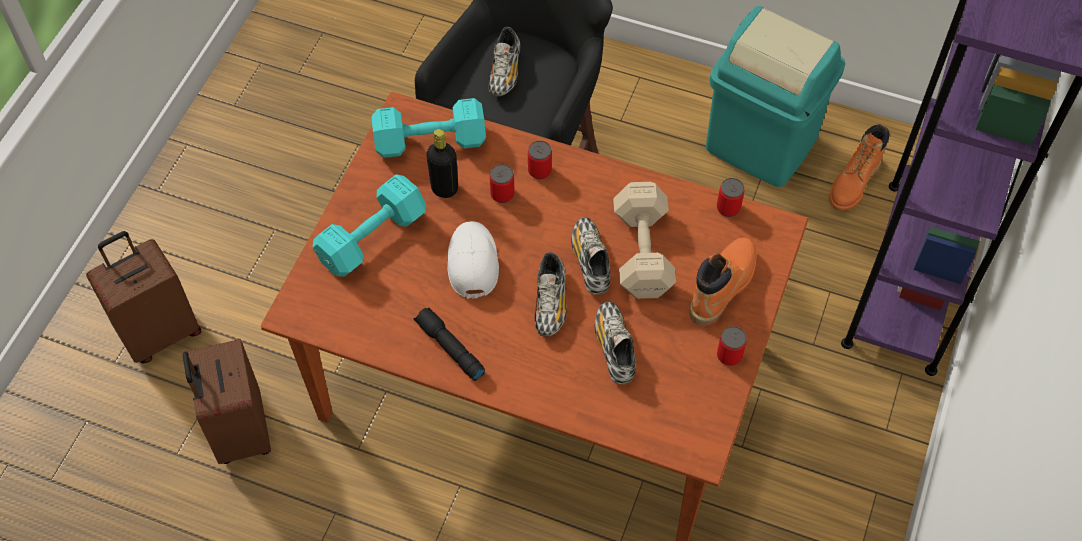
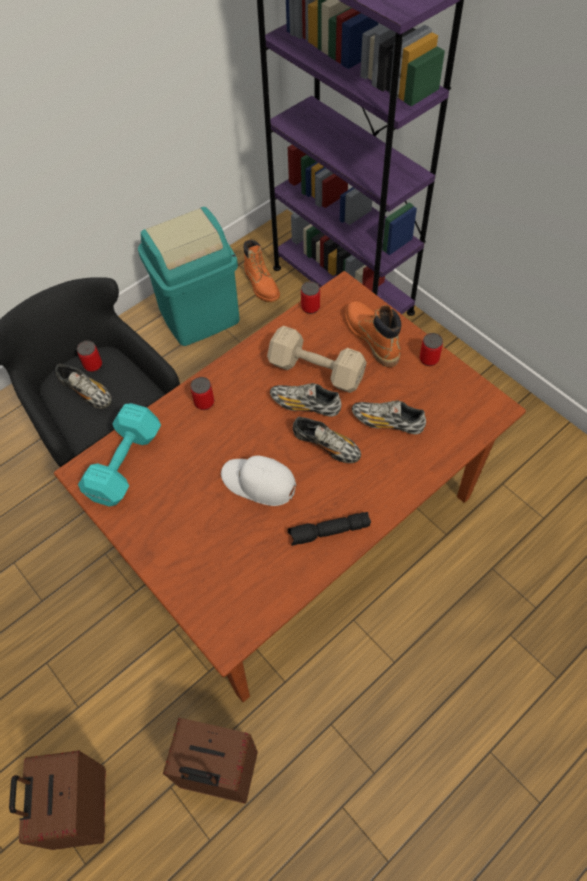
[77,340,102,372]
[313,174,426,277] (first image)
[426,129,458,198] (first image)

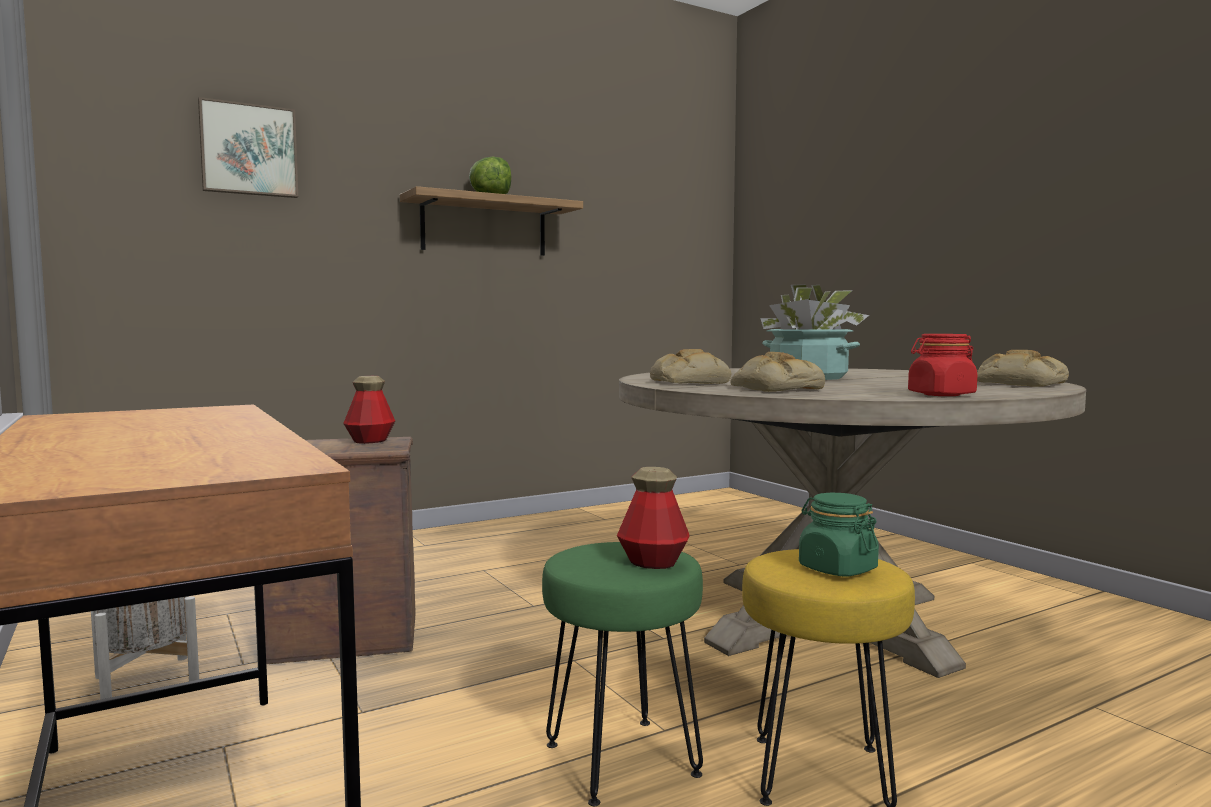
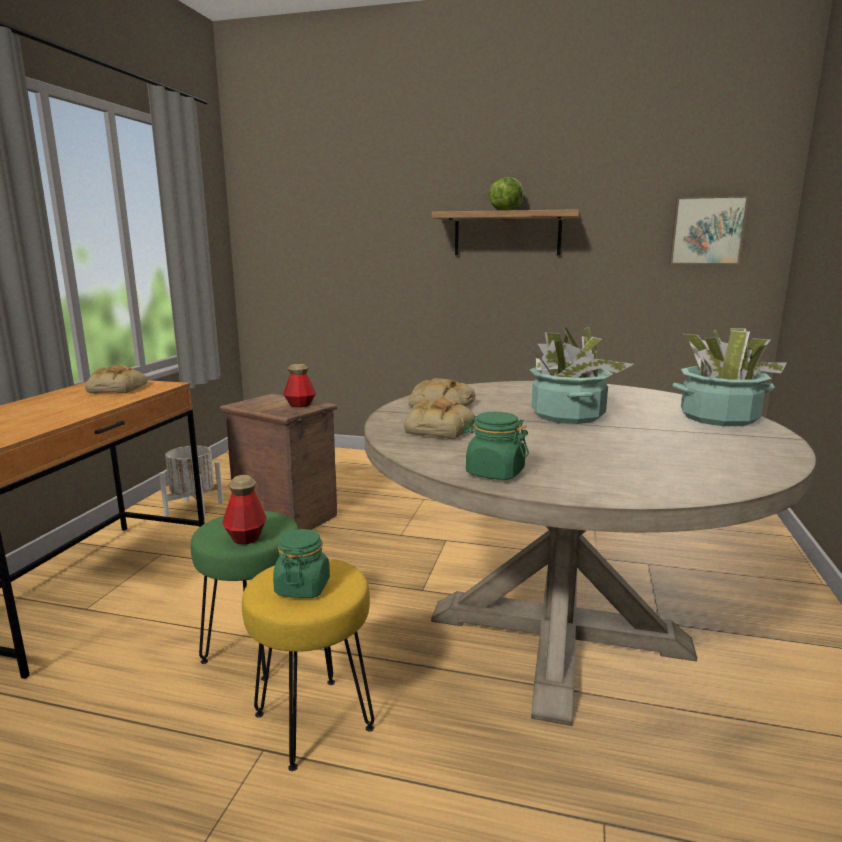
[85,365,148,393]
[464,412,529,480]
[669,196,749,265]
[672,328,787,426]

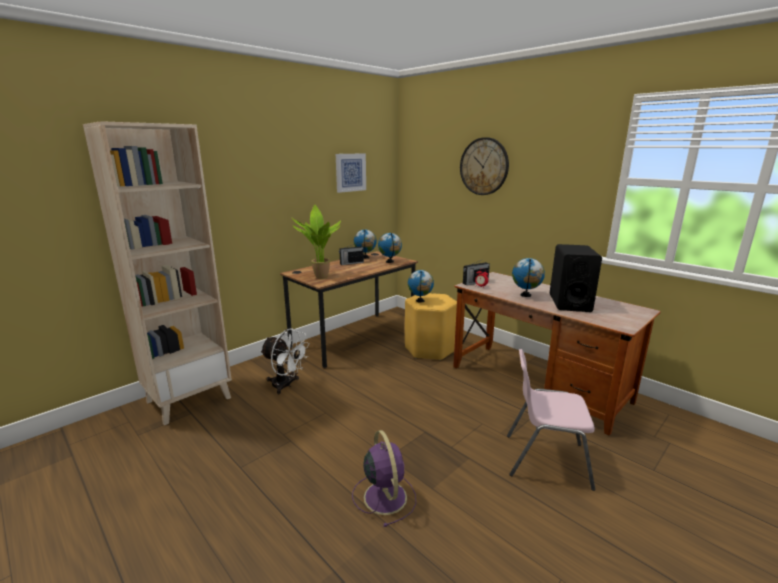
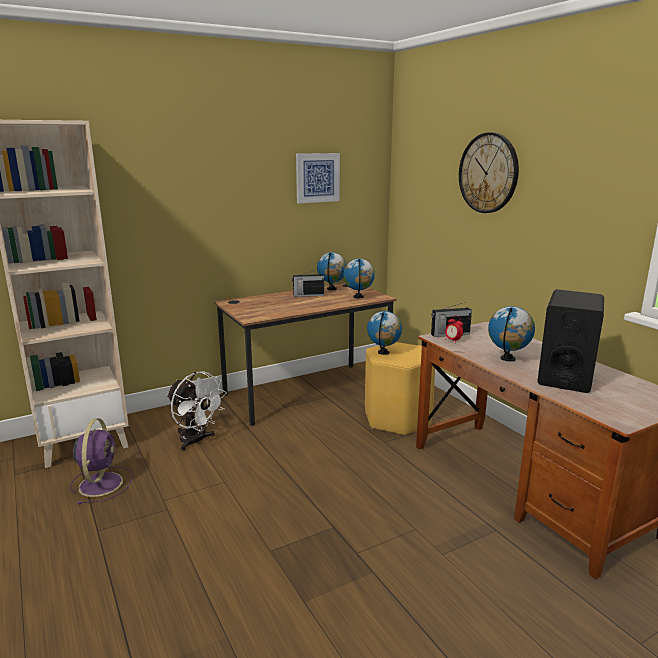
[70,418,133,504]
[291,205,341,279] (first image)
[507,349,595,491] (first image)

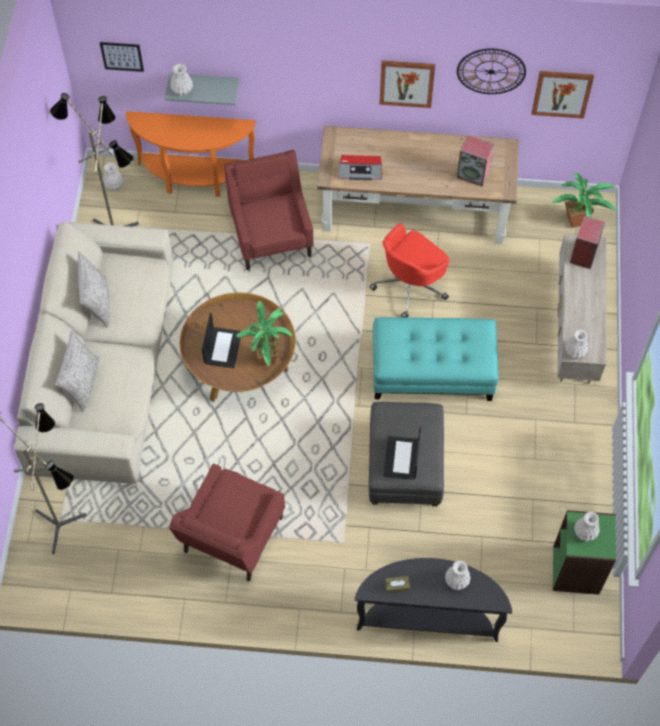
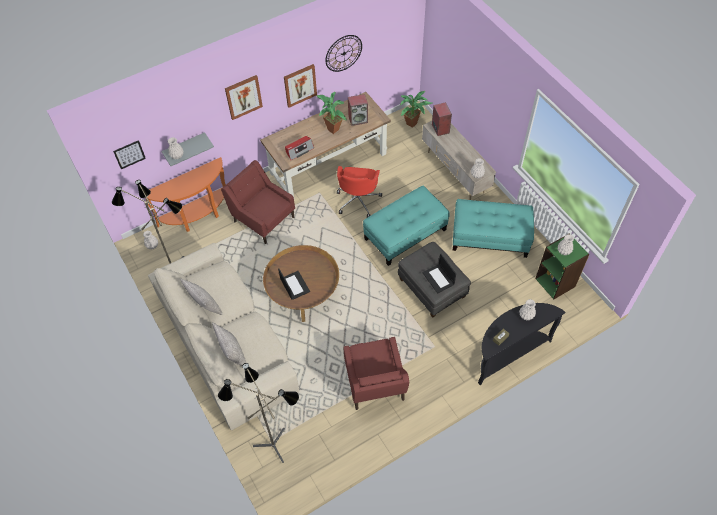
[225,75,263,120]
[316,92,347,134]
[453,199,534,258]

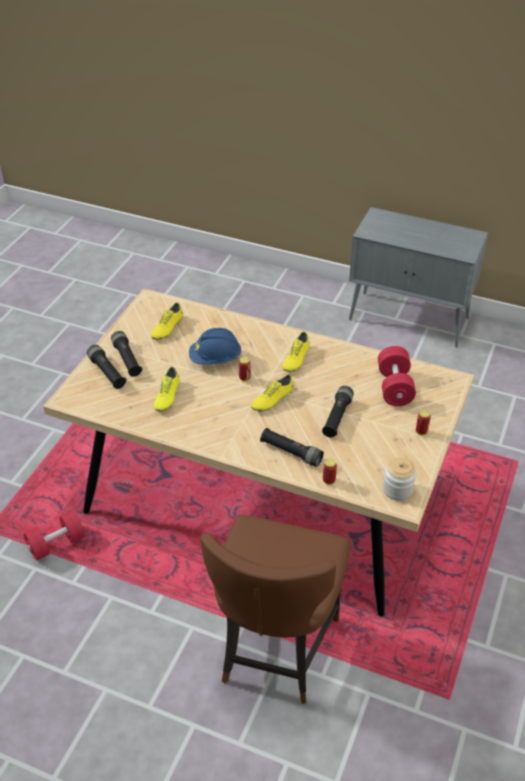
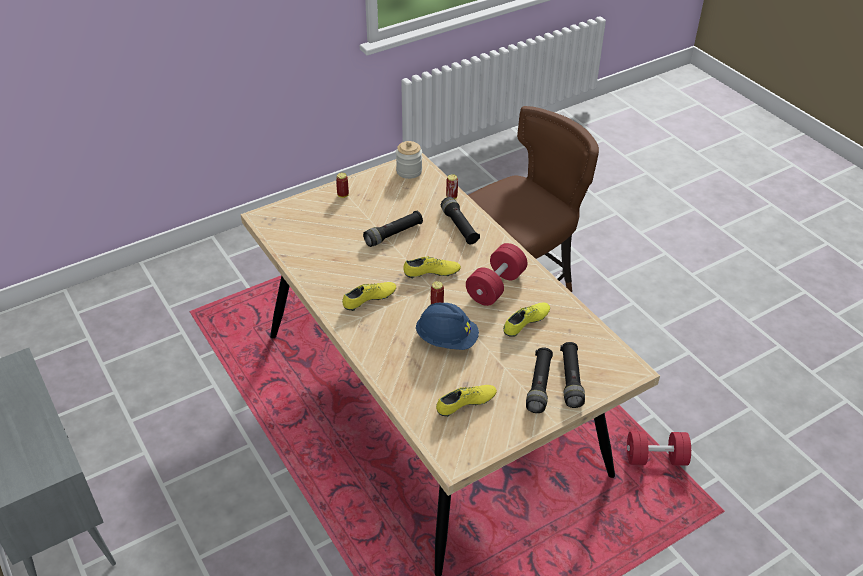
[466,243,528,306]

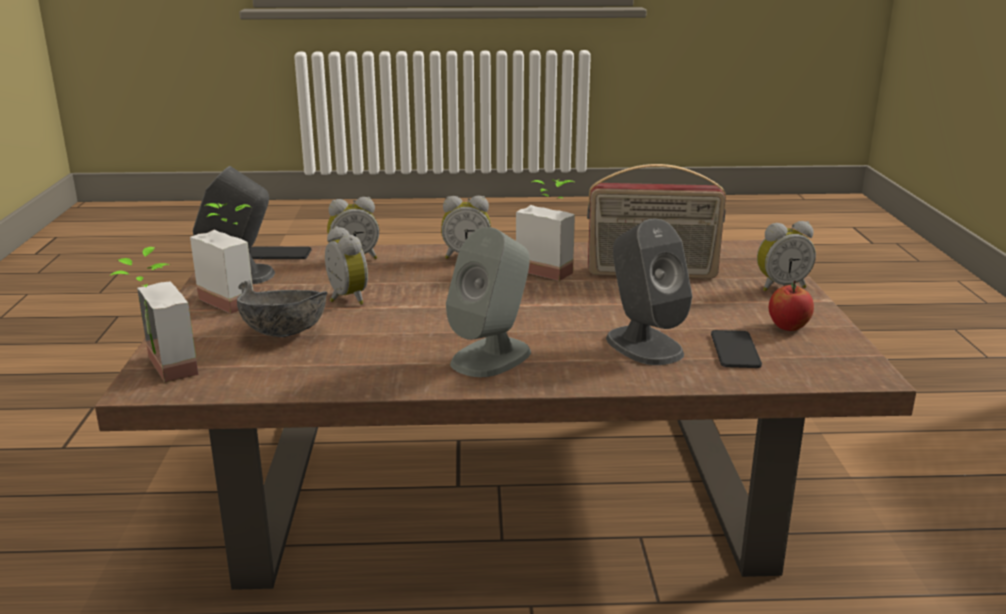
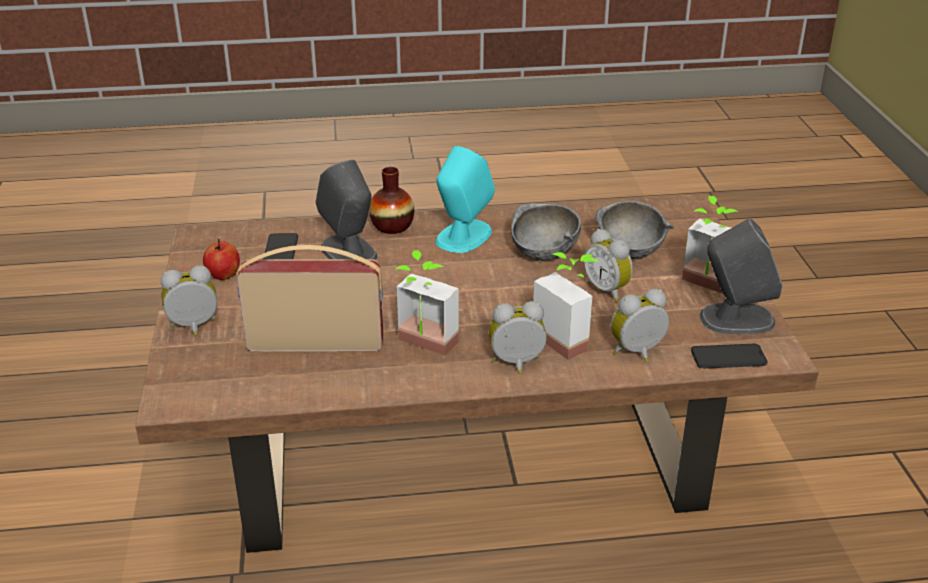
[369,167,414,234]
[435,146,495,253]
[511,203,581,261]
[533,252,598,360]

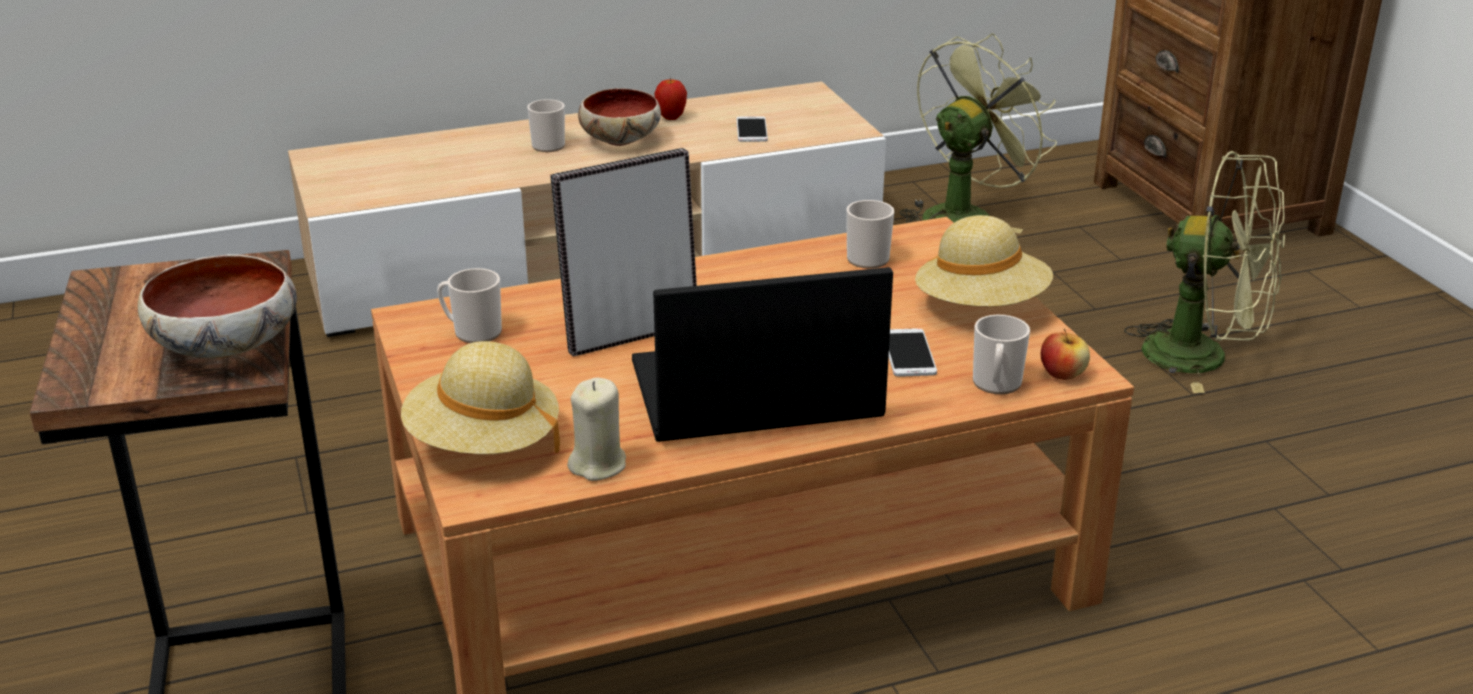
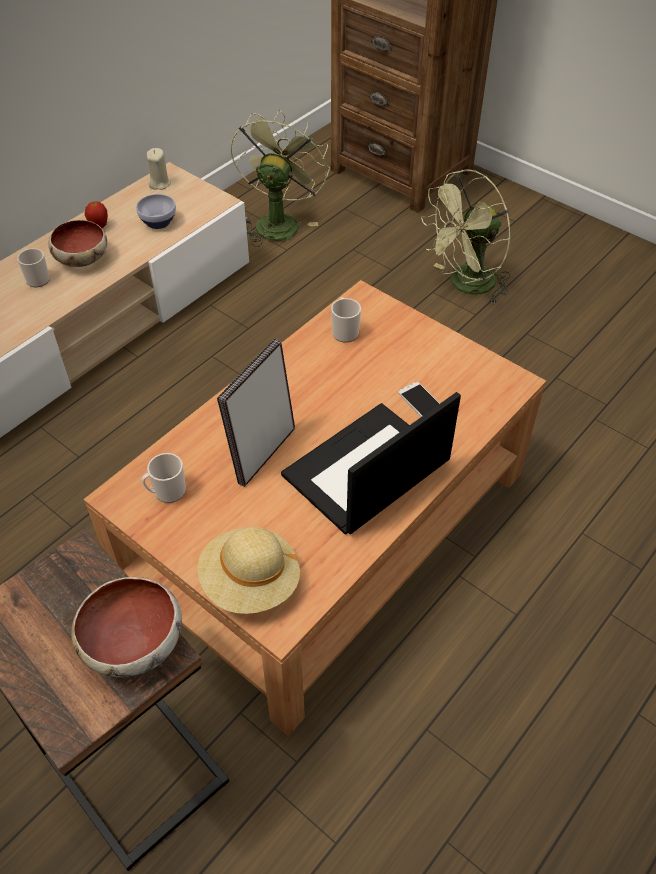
[136,194,176,229]
[147,148,171,190]
[421,169,510,304]
[915,215,1053,307] (first image)
[973,315,1030,394] (first image)
[1041,329,1090,380] (first image)

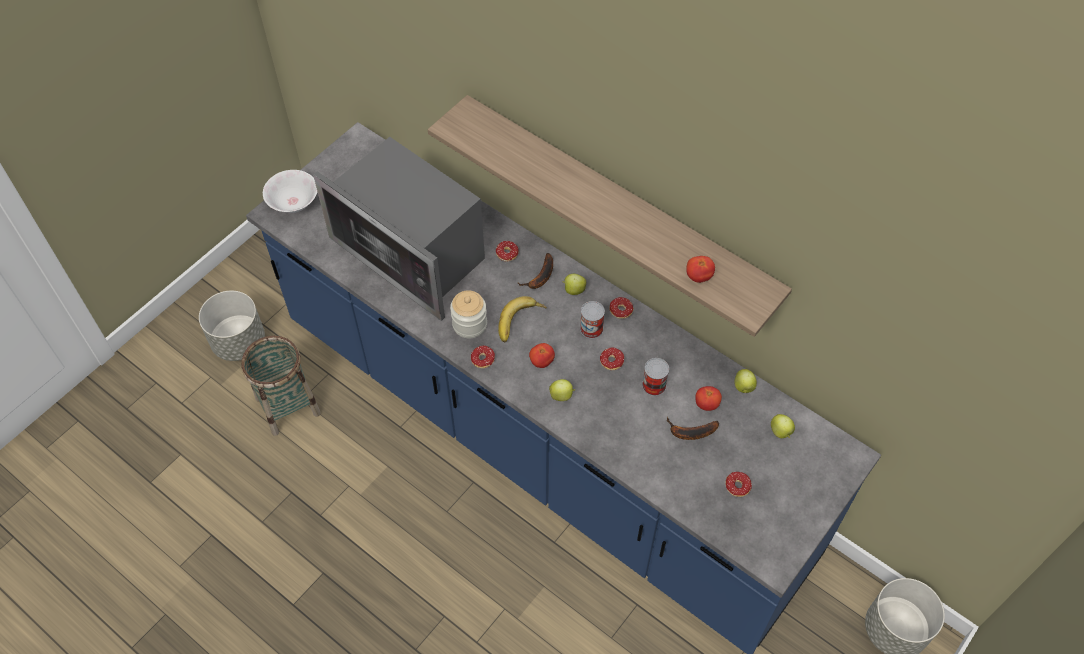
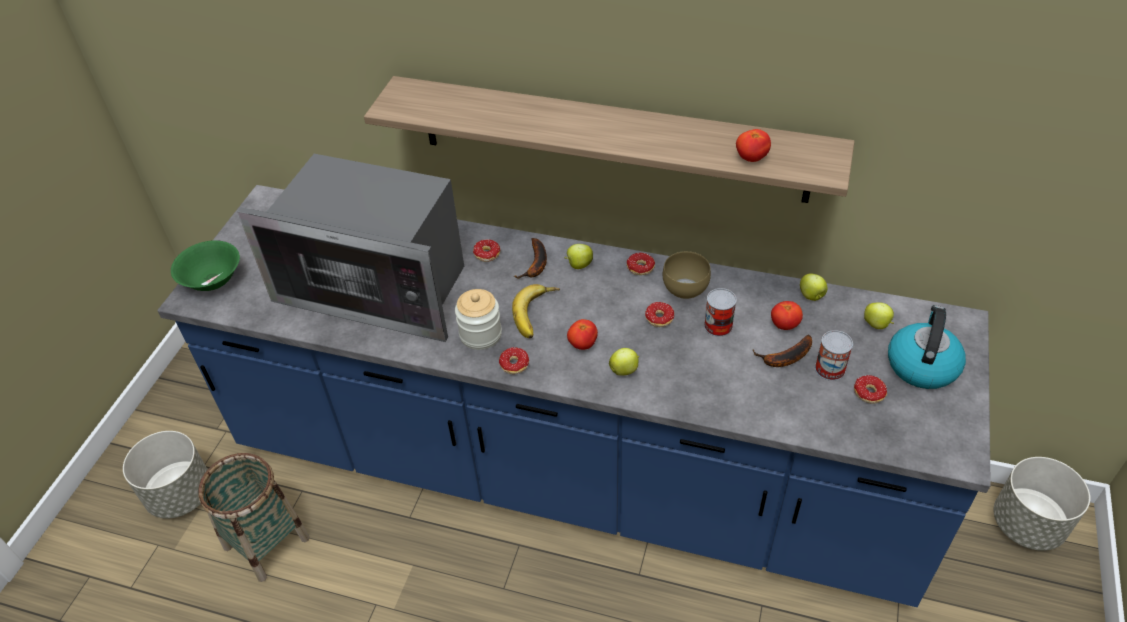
[171,240,240,291]
[663,251,711,299]
[815,330,853,381]
[888,305,966,389]

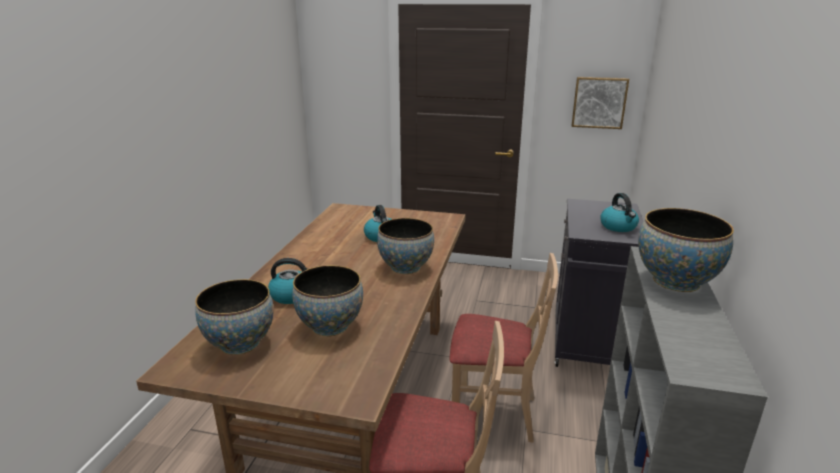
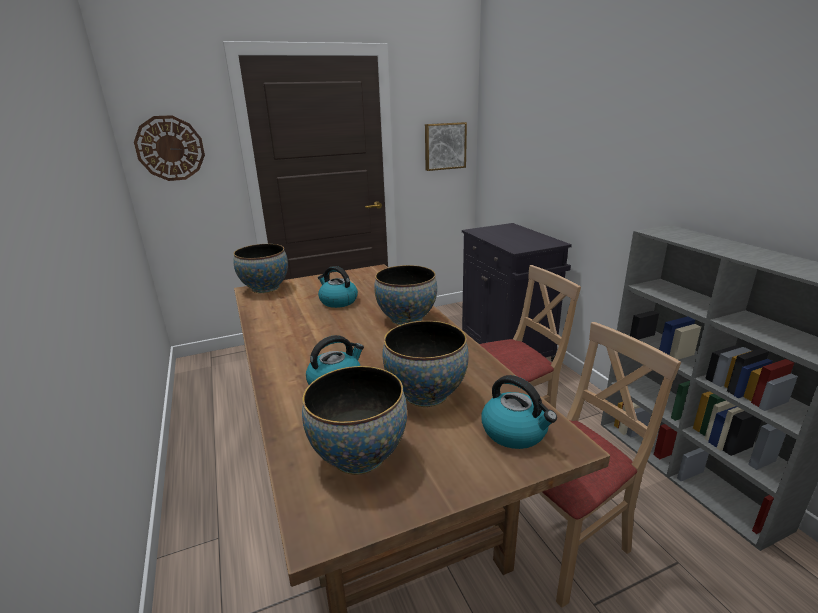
[134,115,205,181]
[233,244,288,293]
[481,375,557,449]

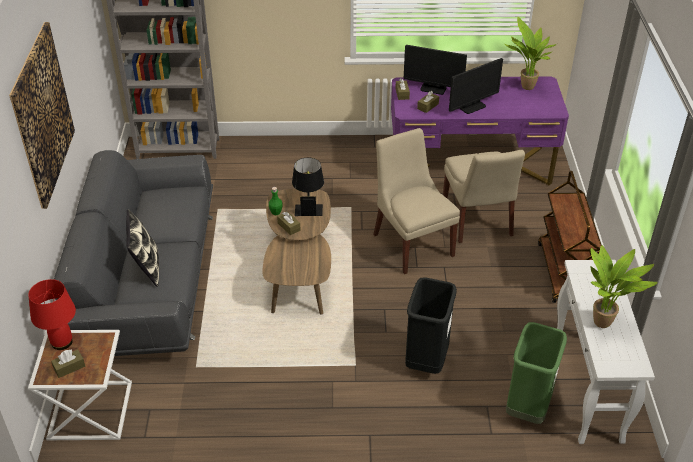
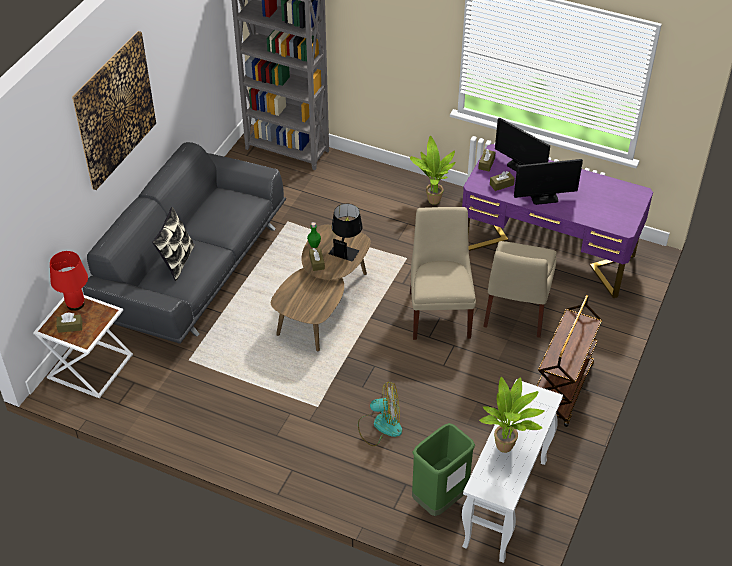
[358,382,402,446]
[410,136,455,205]

